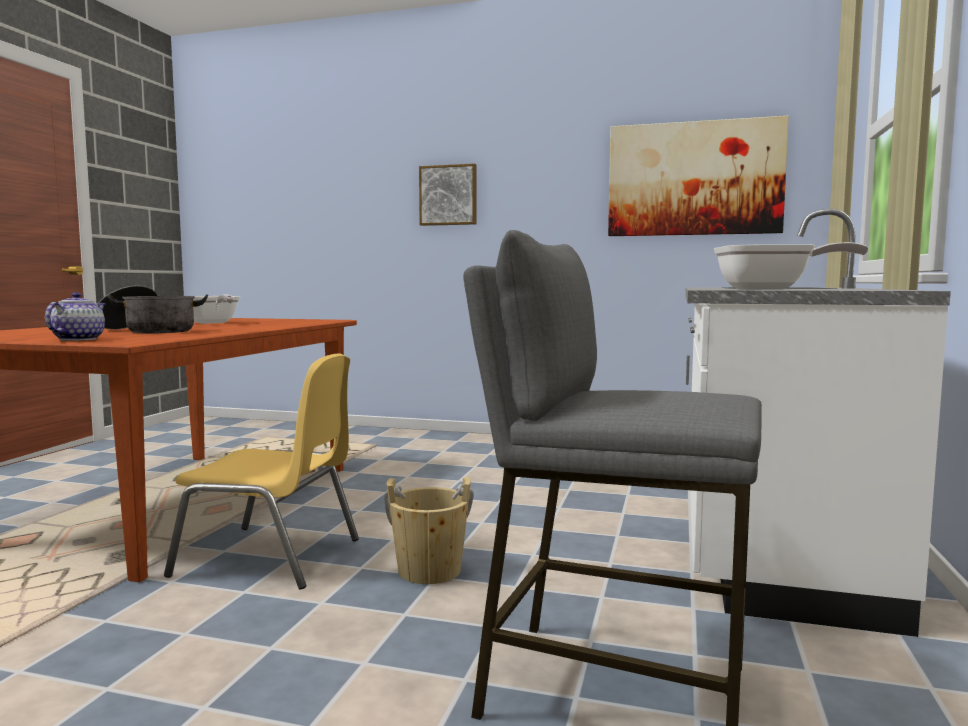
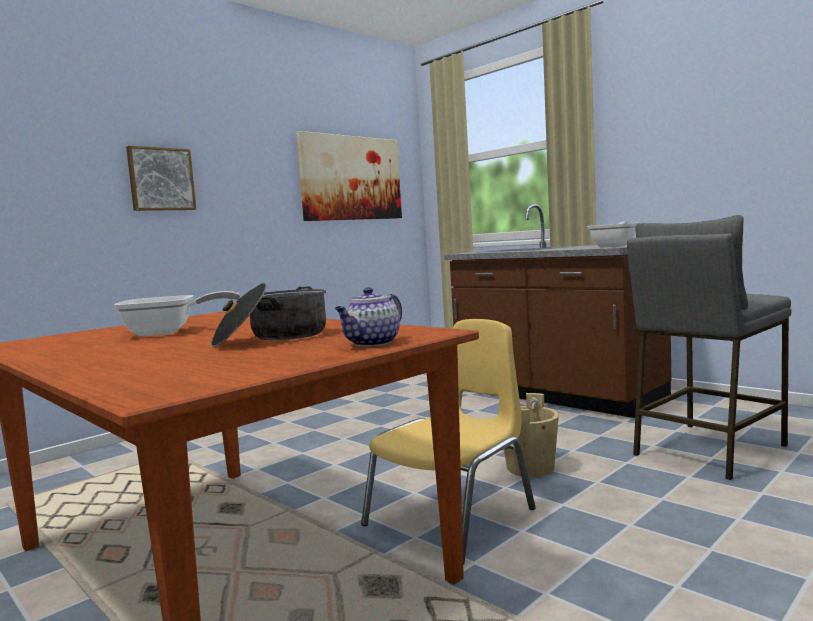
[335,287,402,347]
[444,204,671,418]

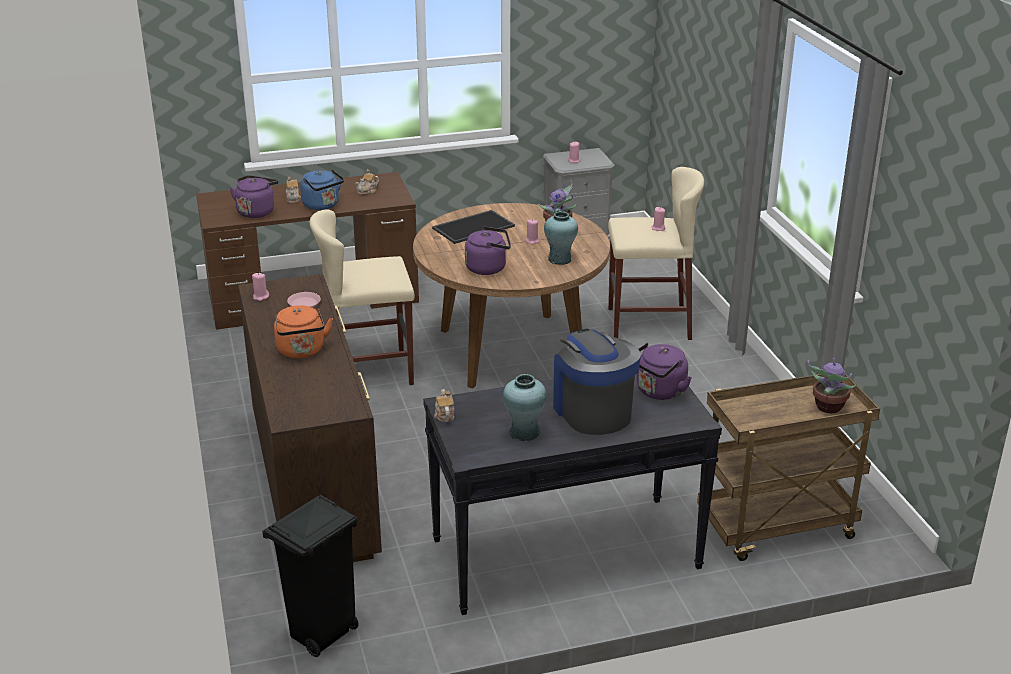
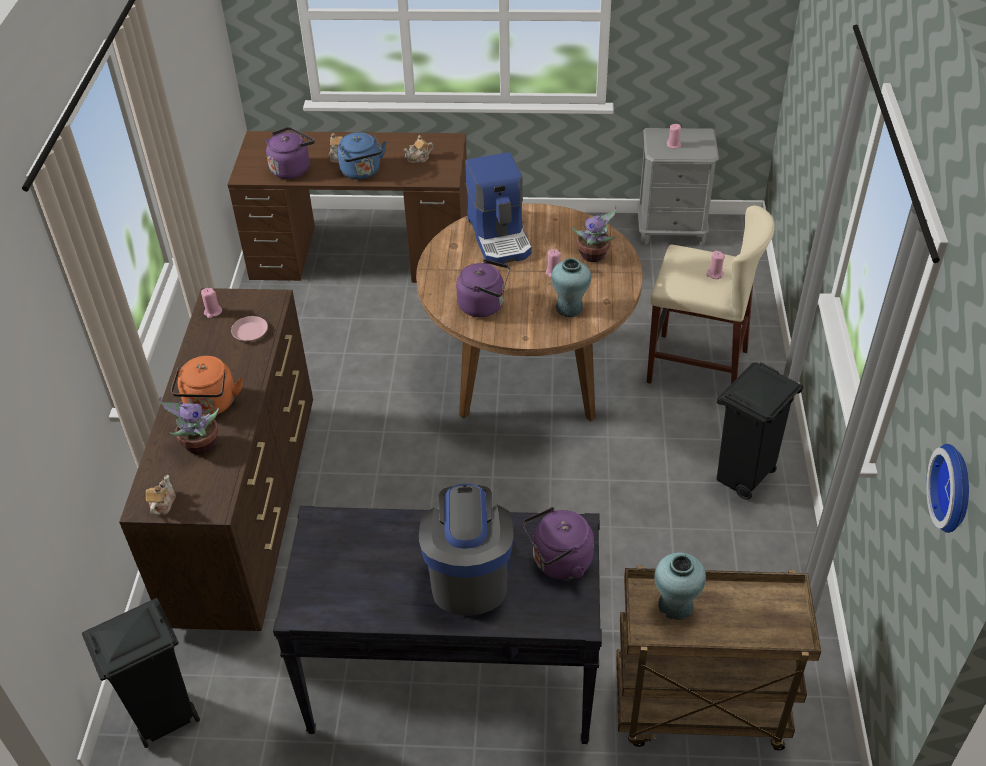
[146,475,176,515]
[159,396,219,455]
[465,152,532,264]
[654,552,706,620]
[717,362,804,500]
[926,444,969,533]
[310,209,415,385] (first image)

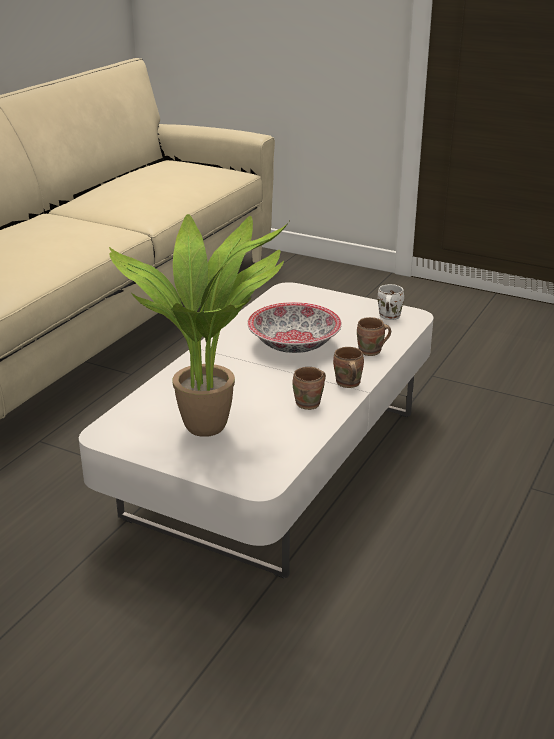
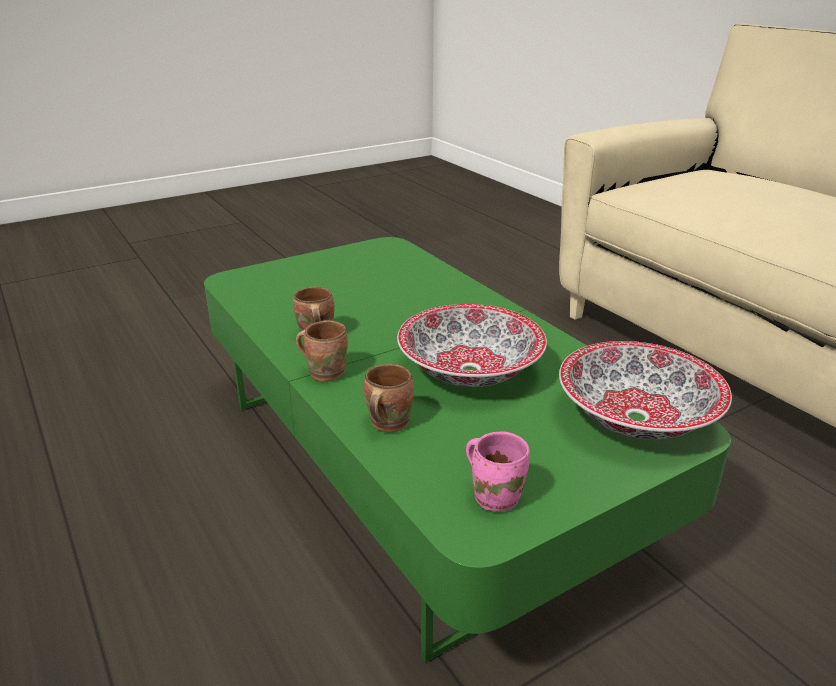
[204,237,731,662]
[466,432,530,512]
[559,341,732,440]
[109,214,291,437] (first image)

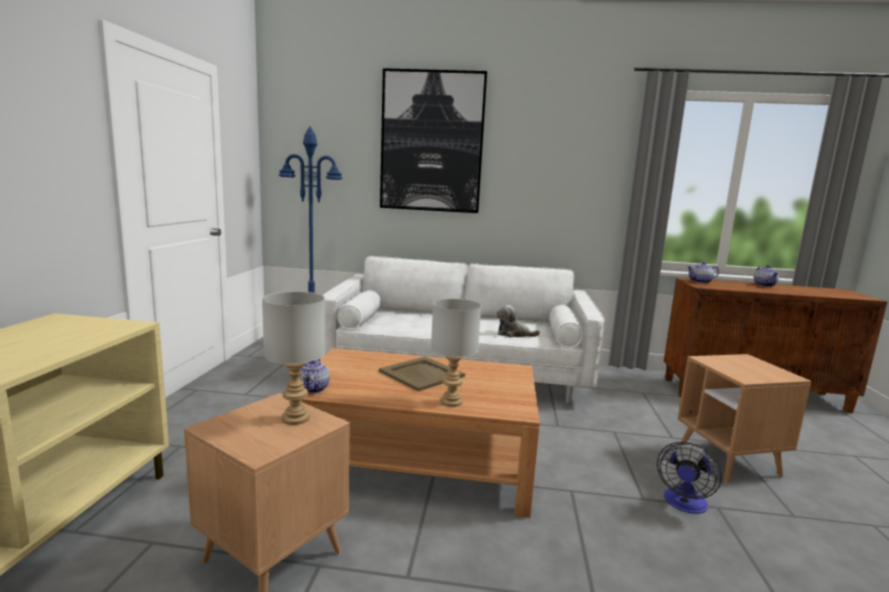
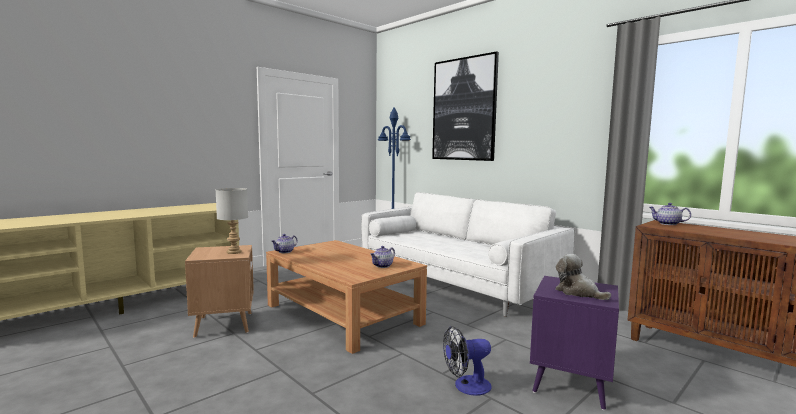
[370,246,395,268]
[530,276,619,410]
[555,254,611,300]
[379,357,465,391] (first image)
[431,299,481,407] (first image)

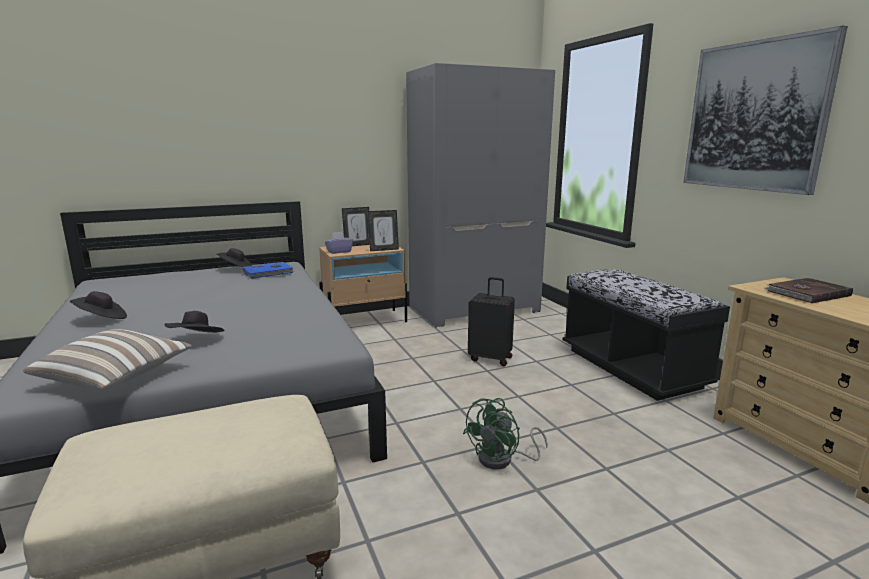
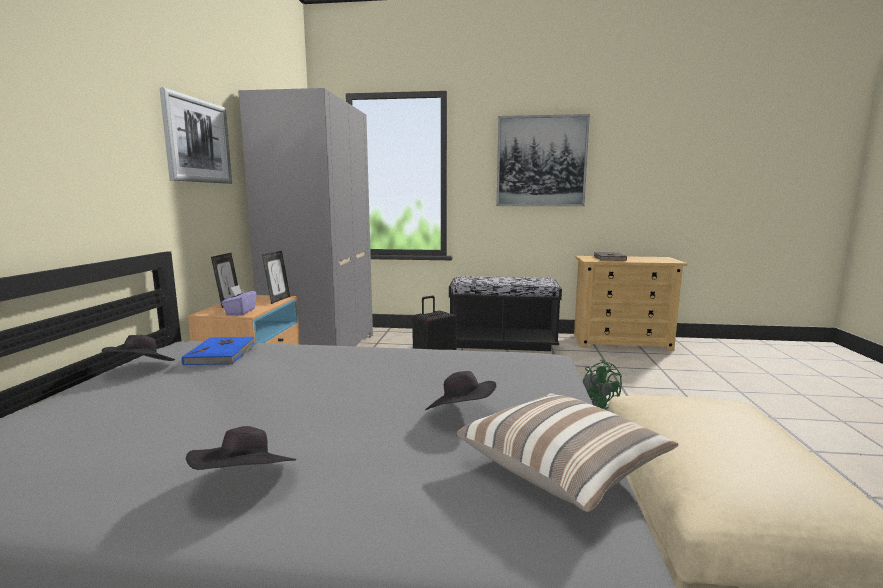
[159,87,232,184]

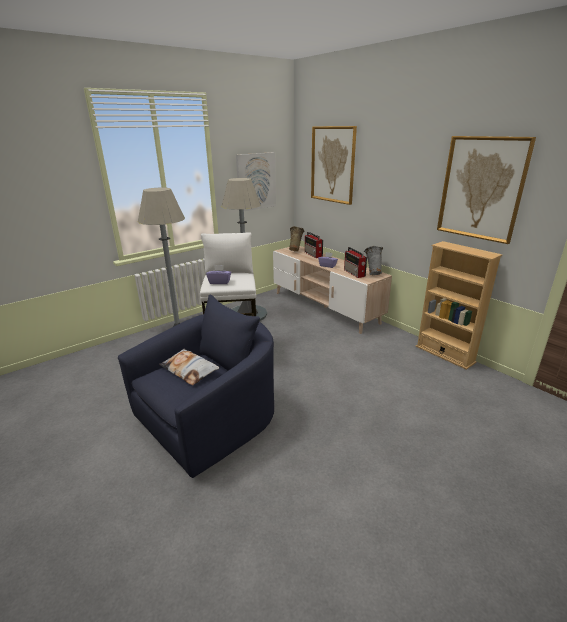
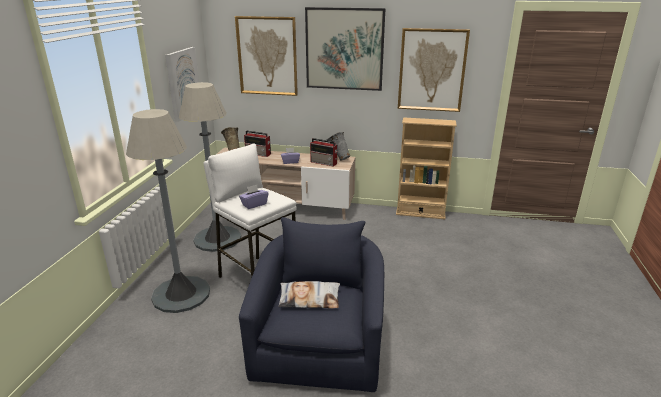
[305,7,386,91]

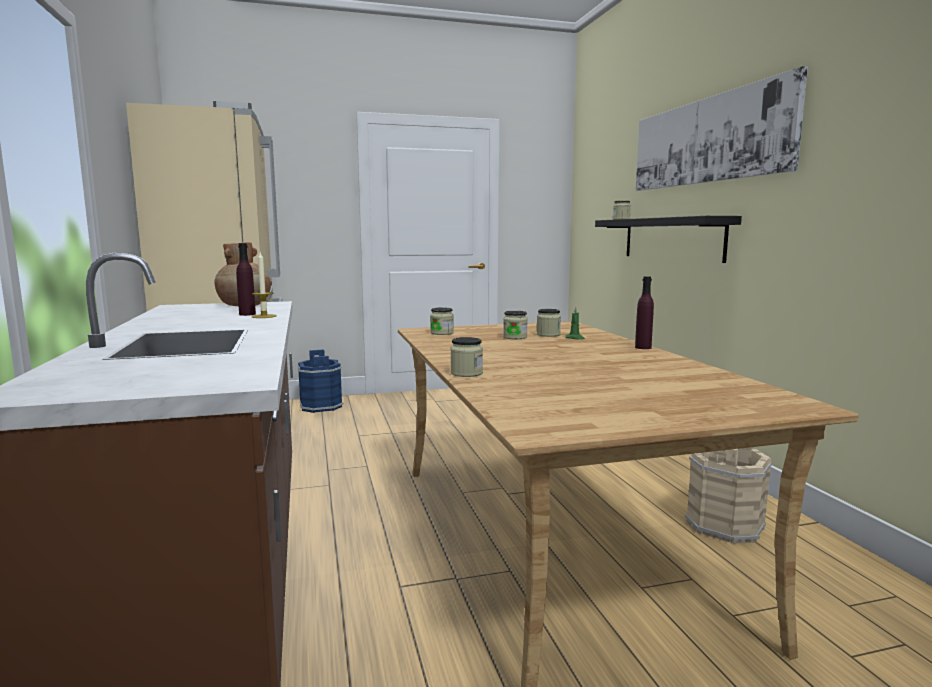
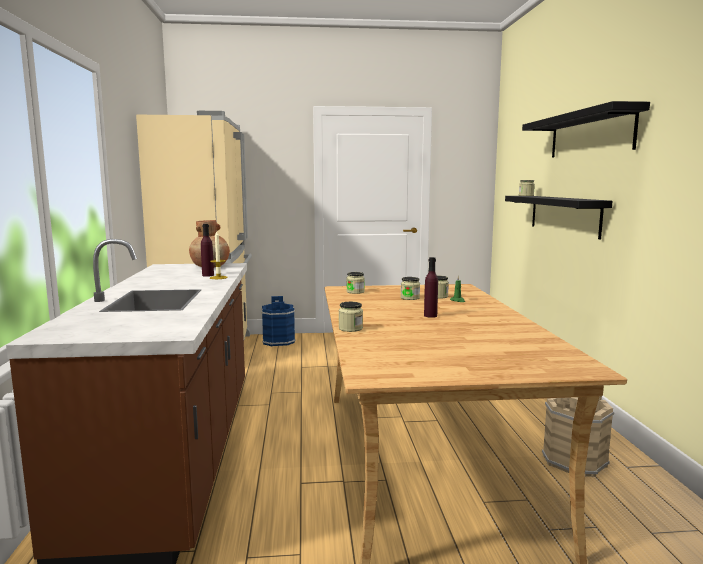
[424,257,438,318]
[522,101,650,158]

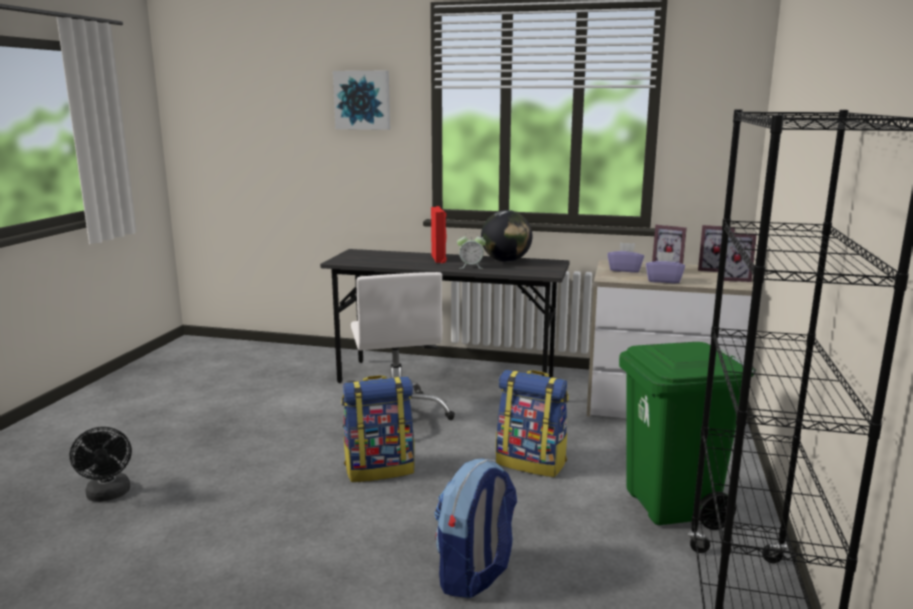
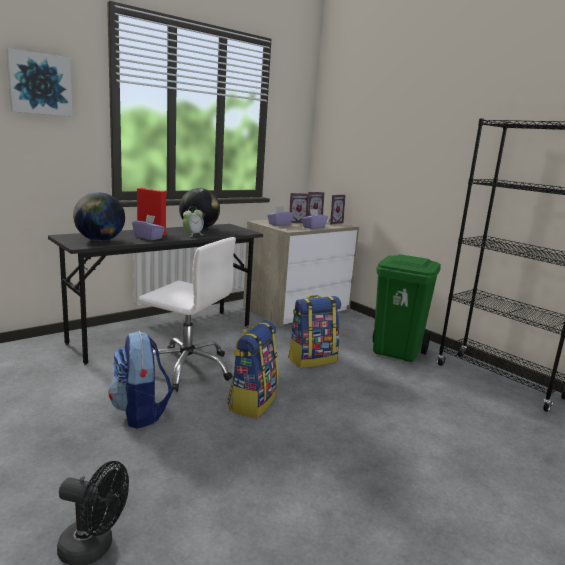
[73,192,125,241]
[108,331,172,429]
[132,215,165,240]

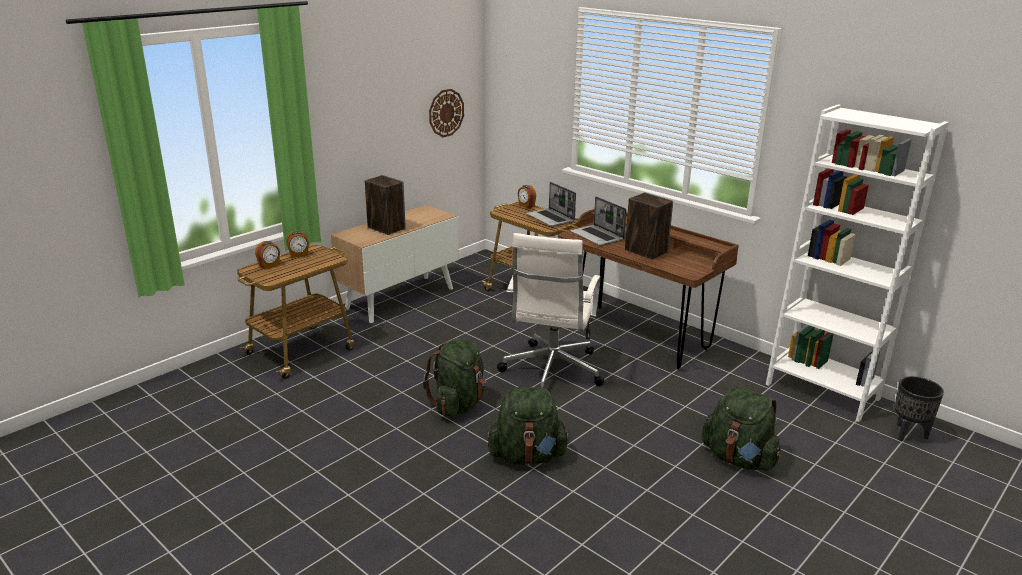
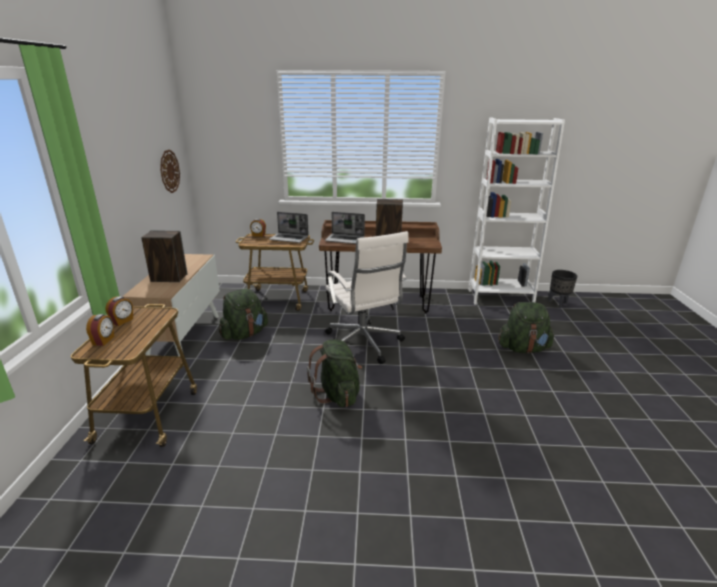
[219,288,268,340]

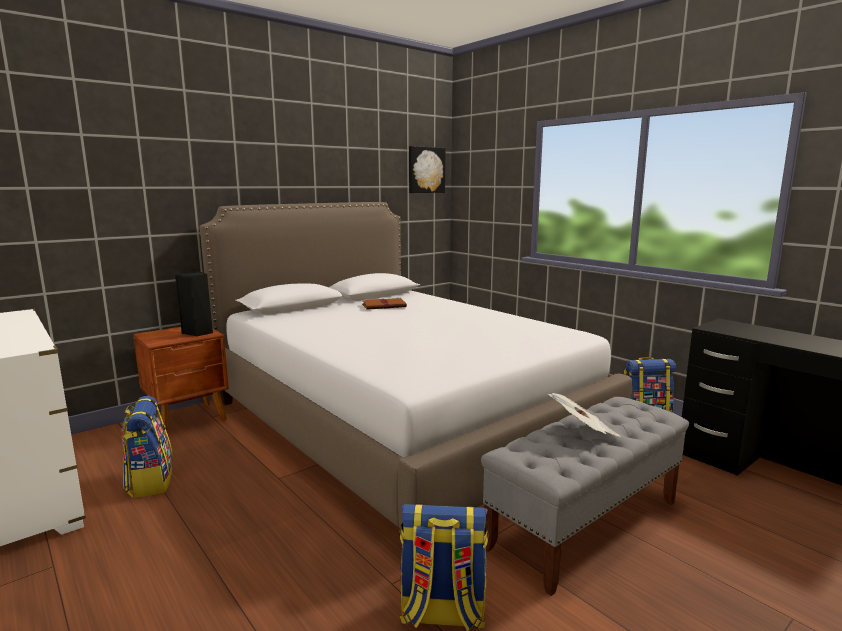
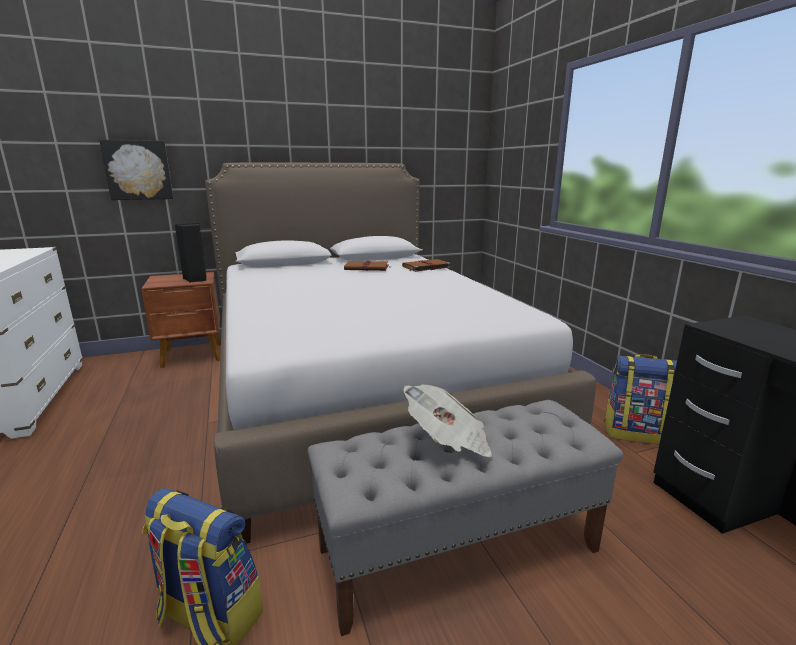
[99,139,173,200]
[402,259,450,272]
[121,396,173,498] (first image)

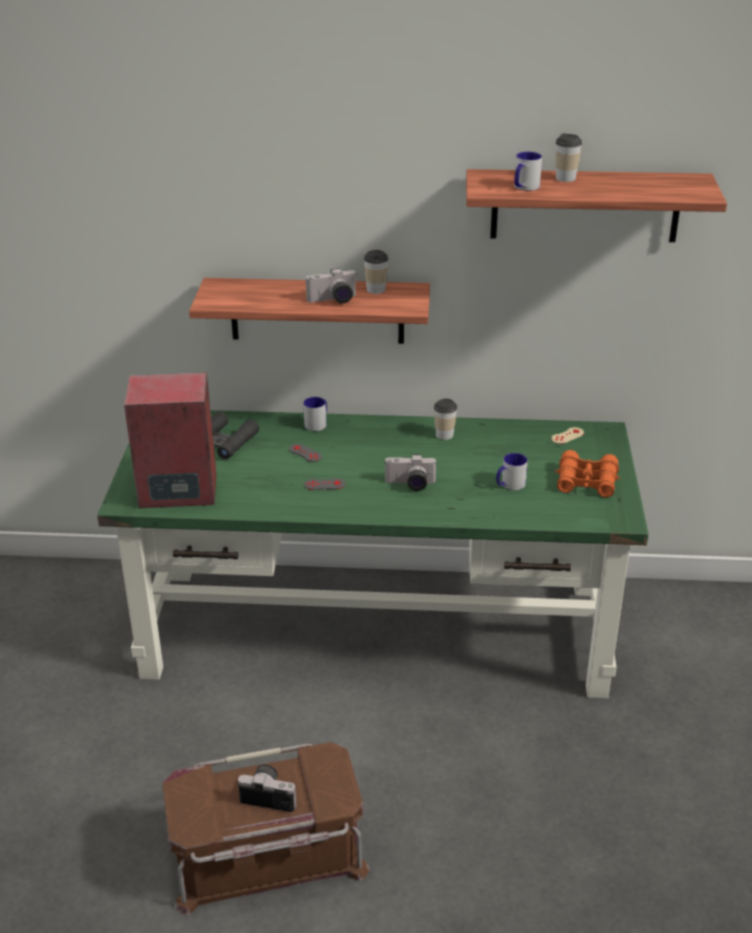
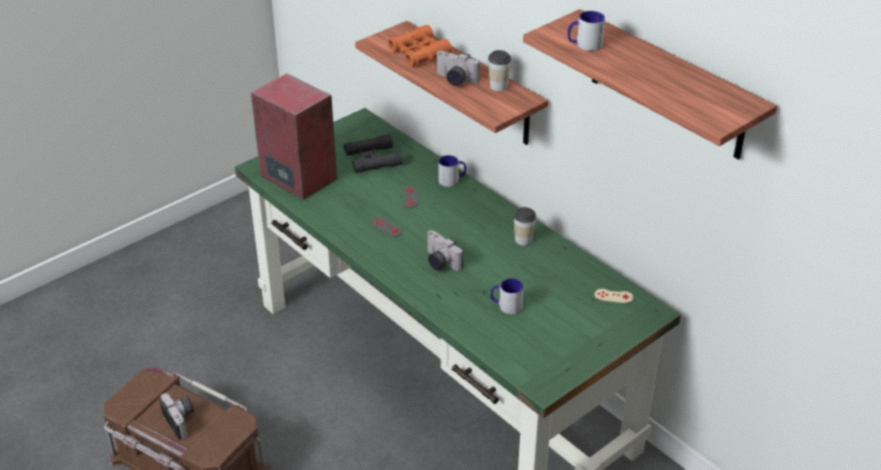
[388,25,452,67]
[556,133,582,182] (first image)

